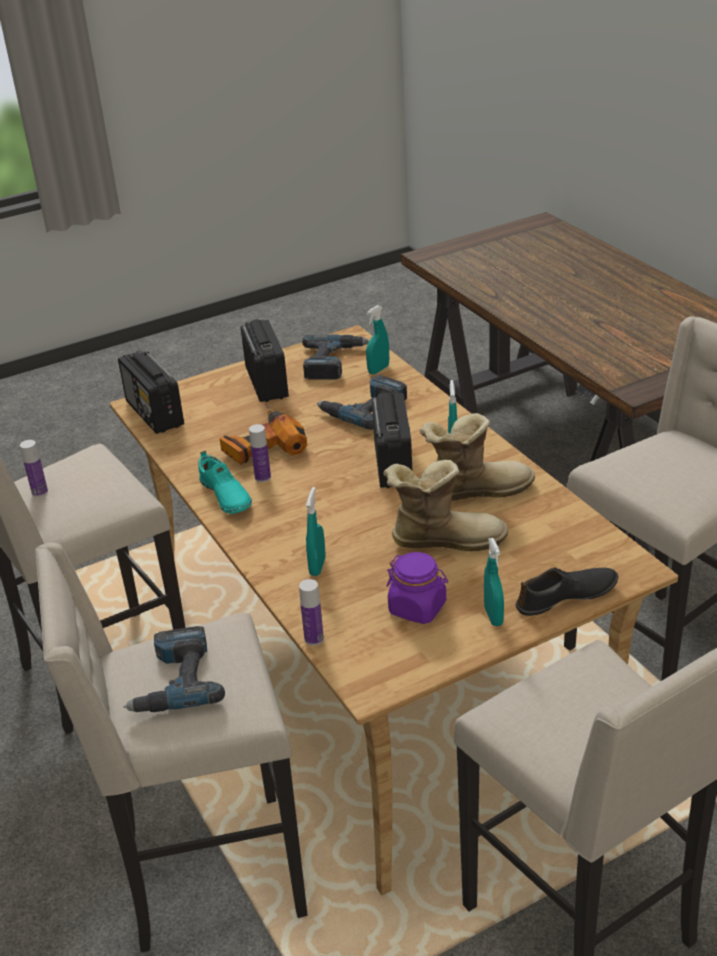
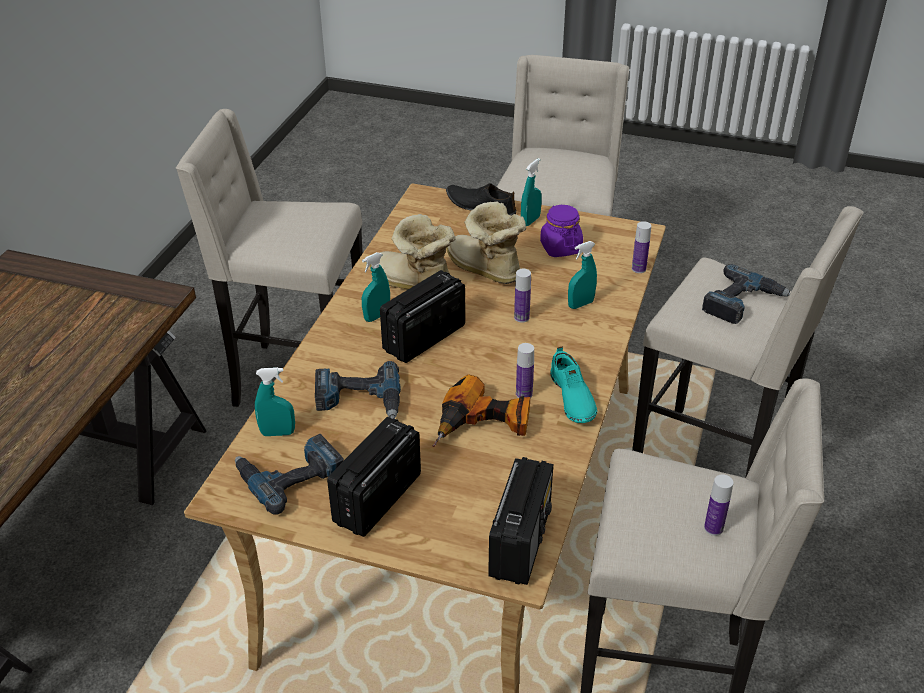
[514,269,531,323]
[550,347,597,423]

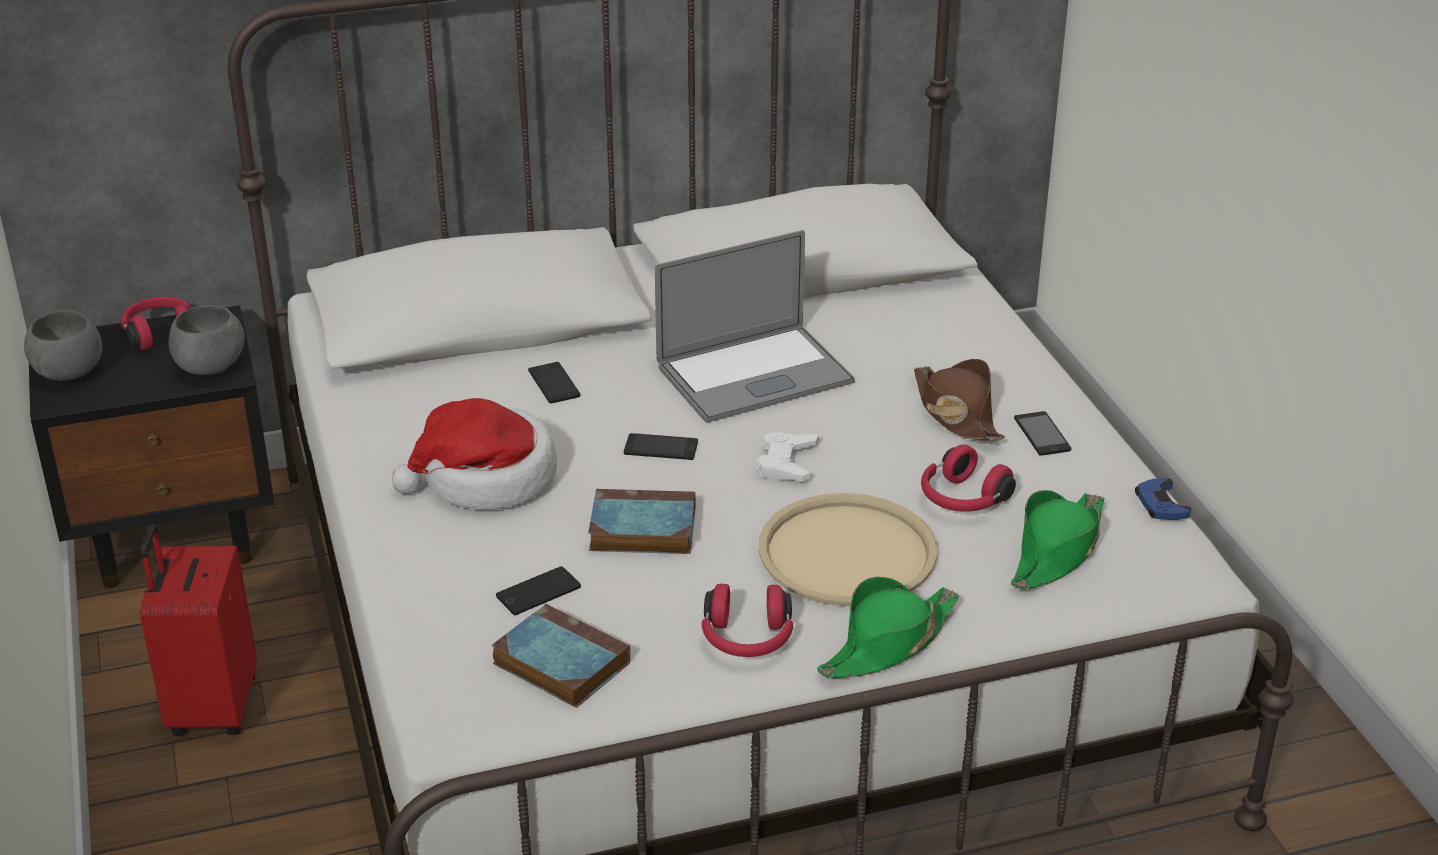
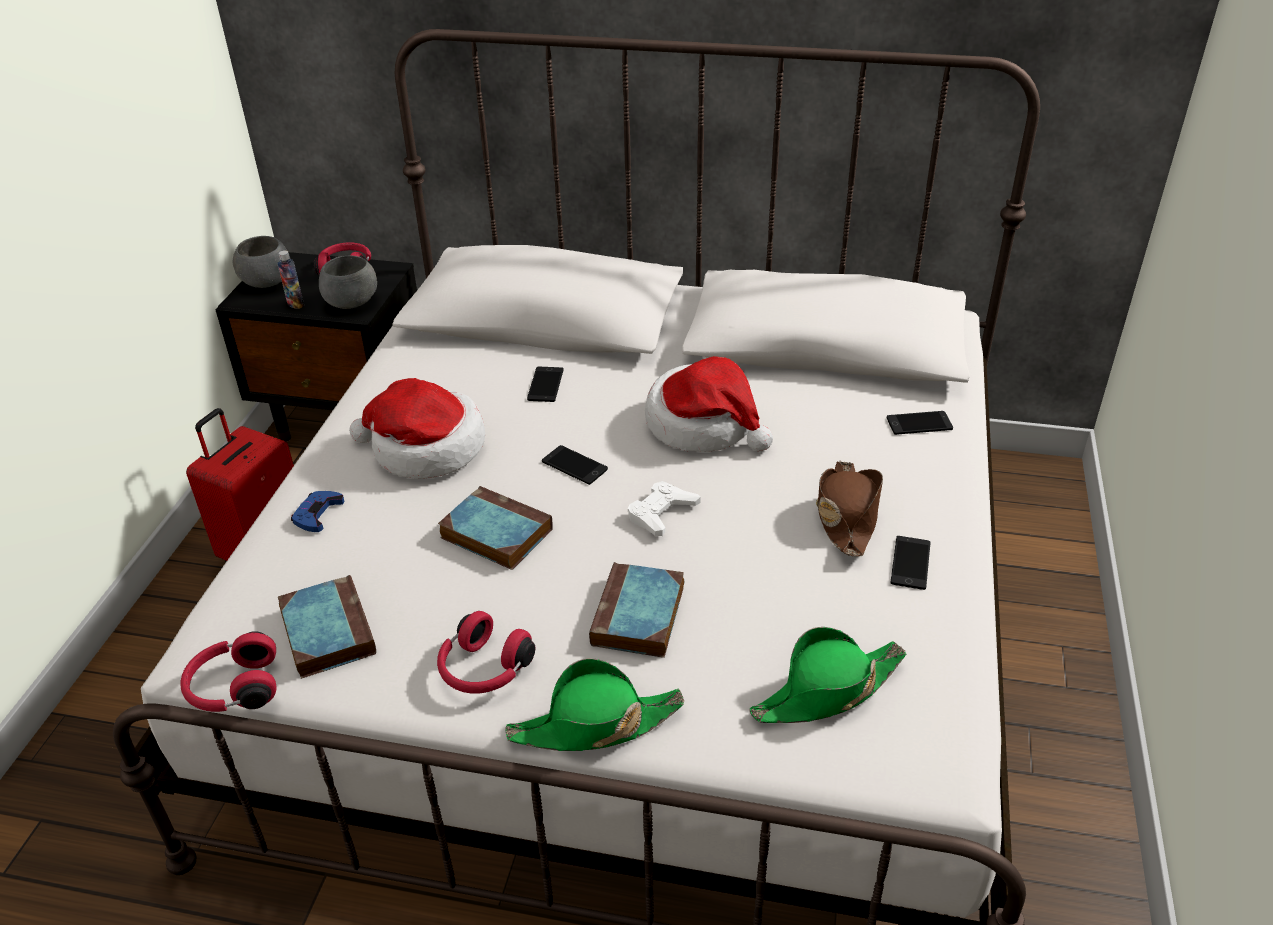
[277,250,304,309]
[887,411,953,435]
[180,631,276,712]
[291,491,344,532]
[645,356,773,452]
[589,562,684,658]

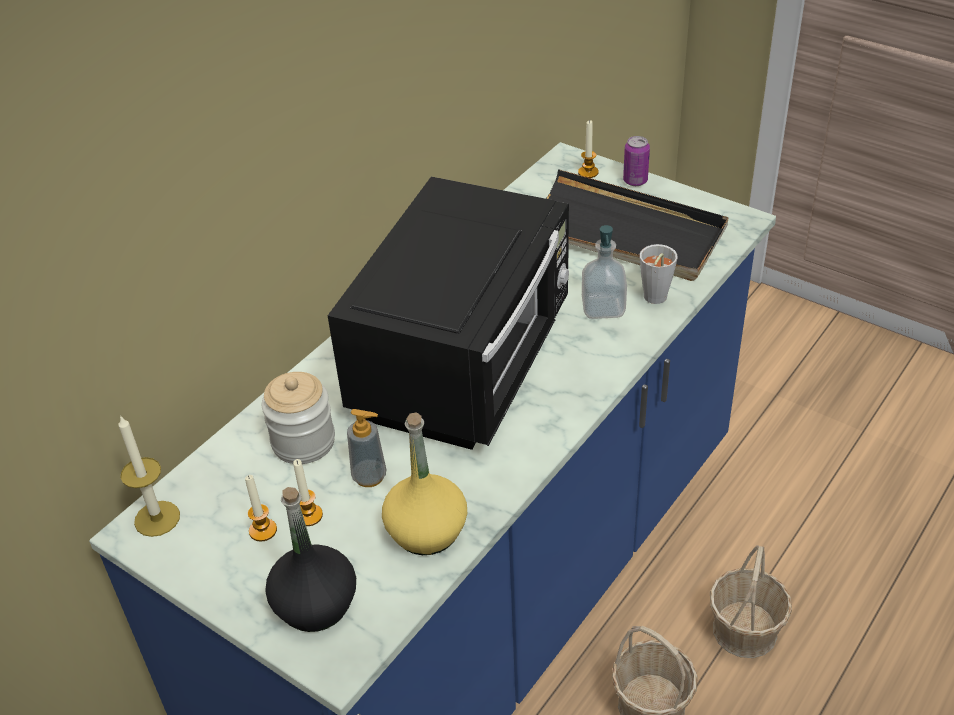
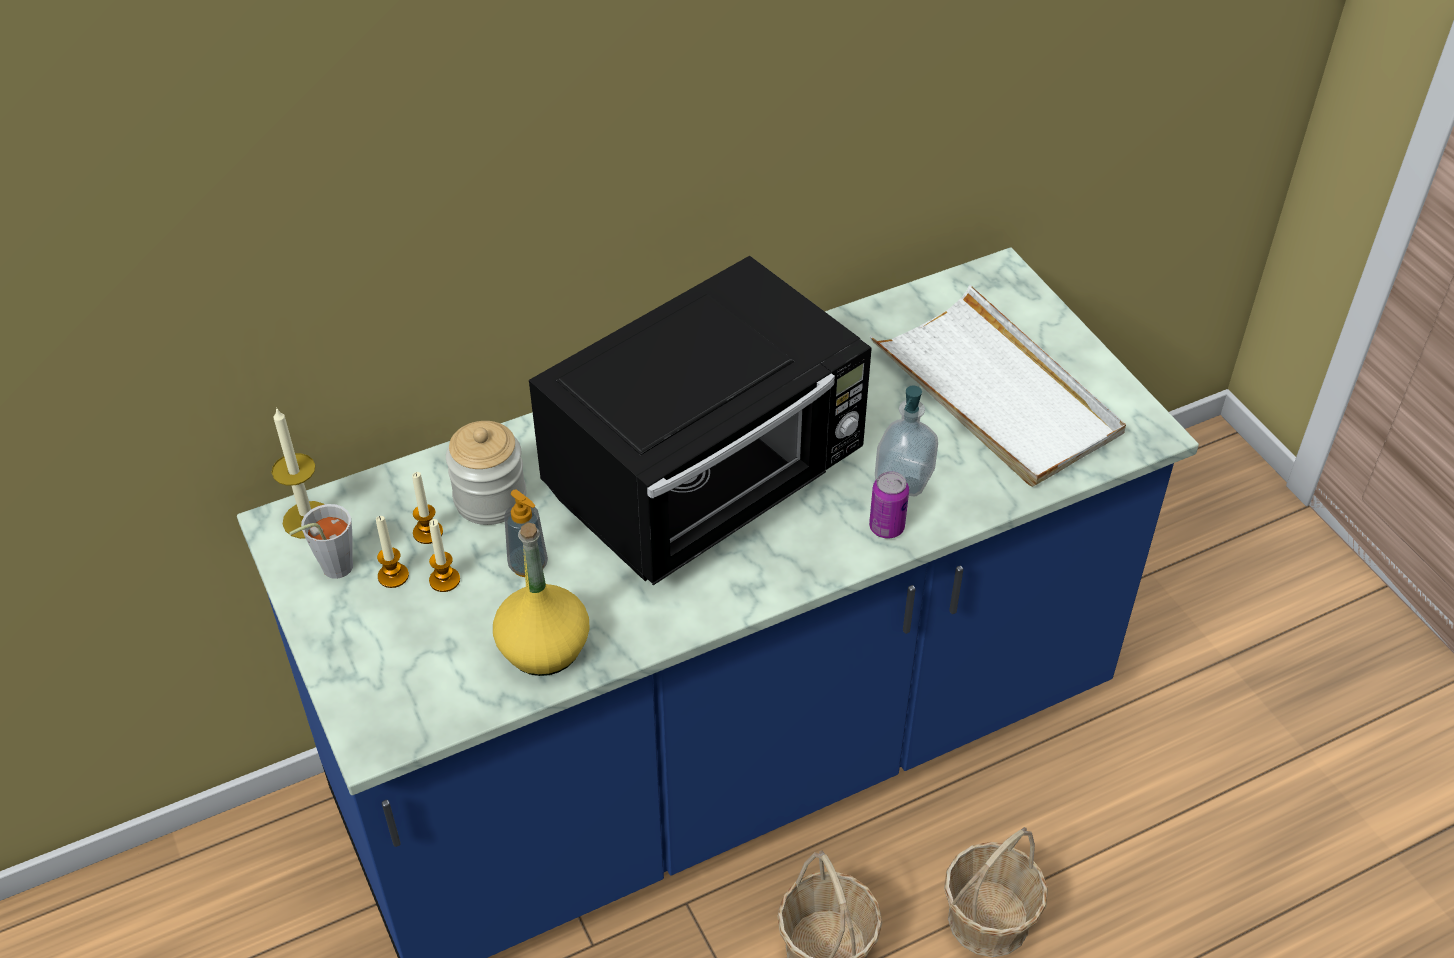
[265,487,356,632] (first image)
[412,472,443,544]
[869,471,909,538]
[289,504,353,579]
[870,285,1126,487]

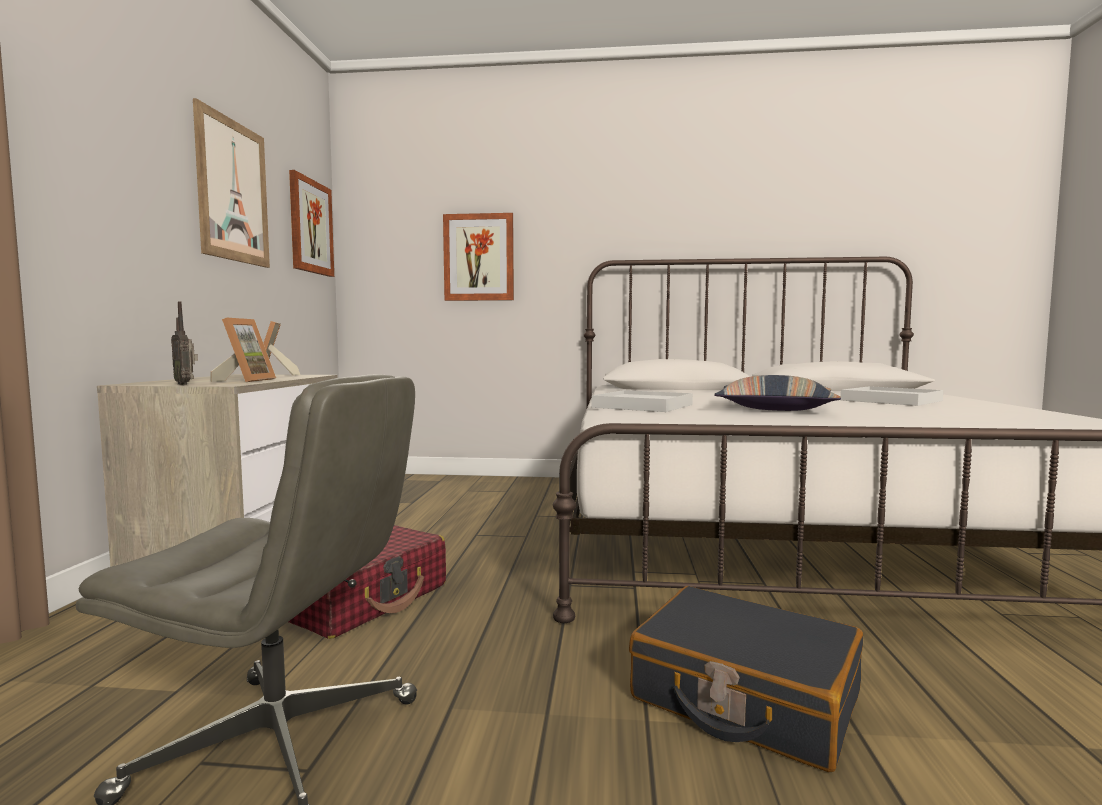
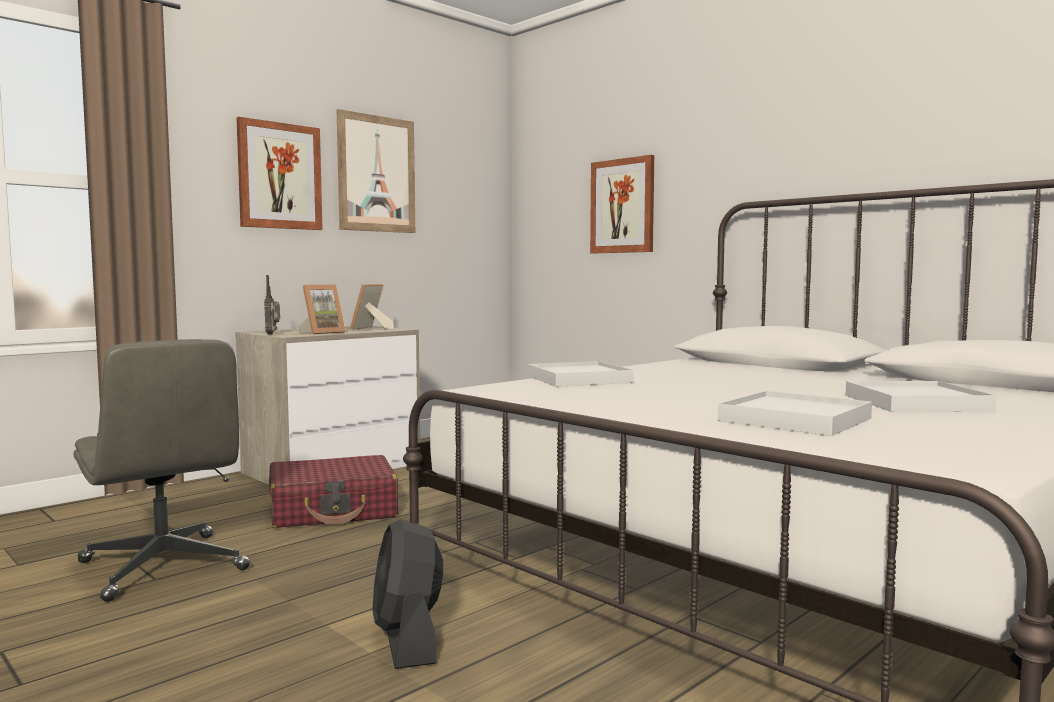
[714,375,841,411] (first image)
[718,391,872,436]
[236,117,322,230]
[372,519,443,669]

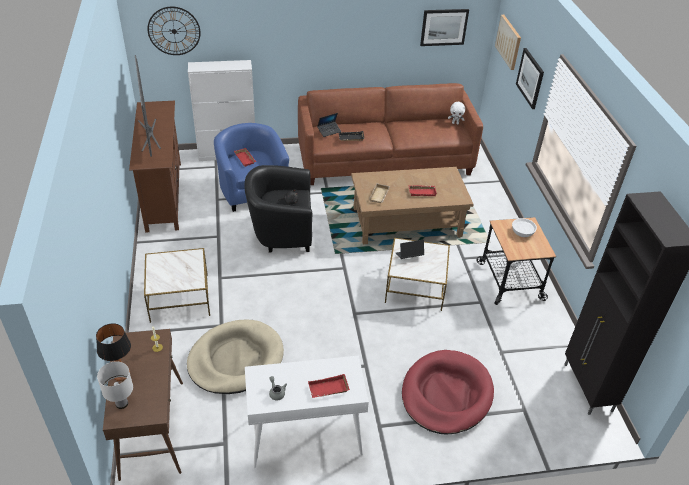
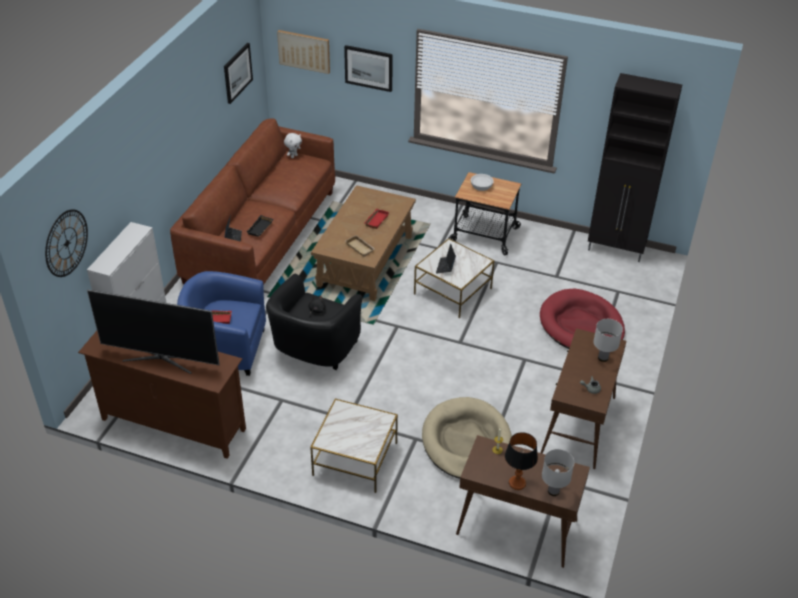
[593,319,623,362]
[540,328,626,469]

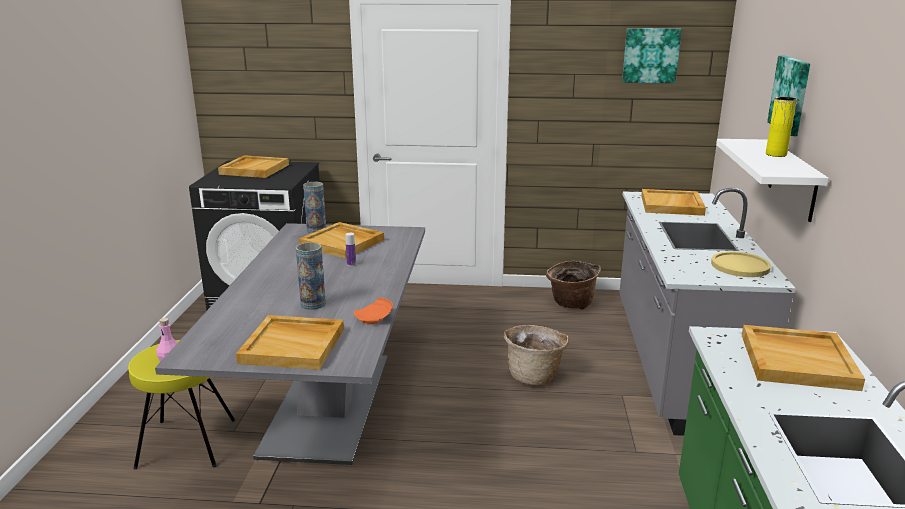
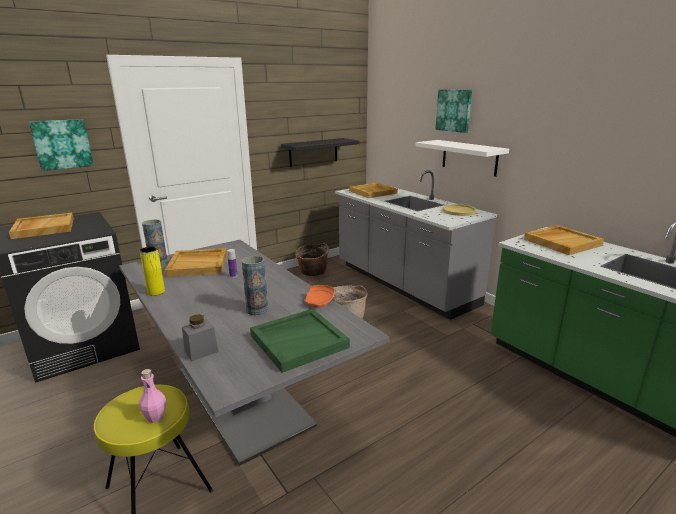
[182,314,218,361]
[281,138,360,167]
[29,119,94,171]
[140,246,165,296]
[250,309,350,373]

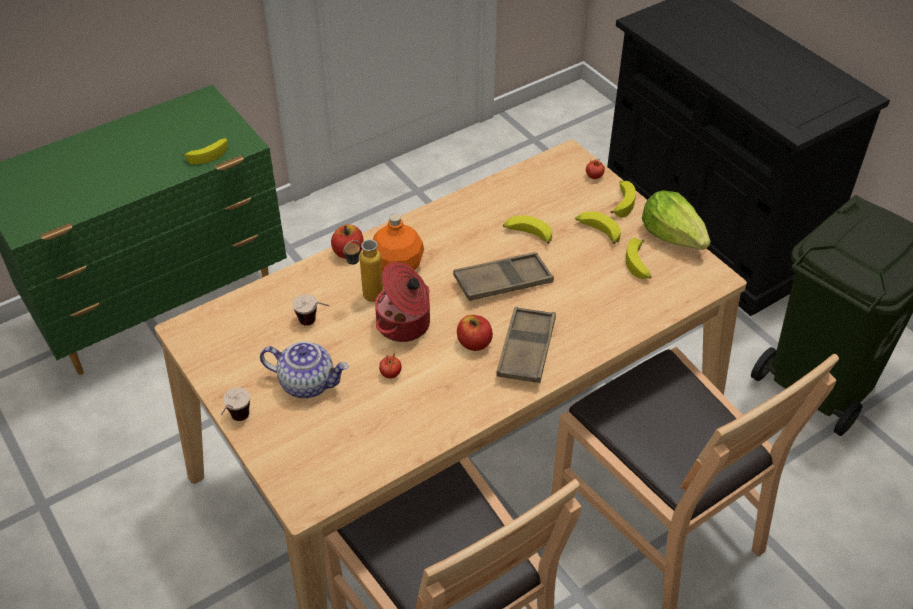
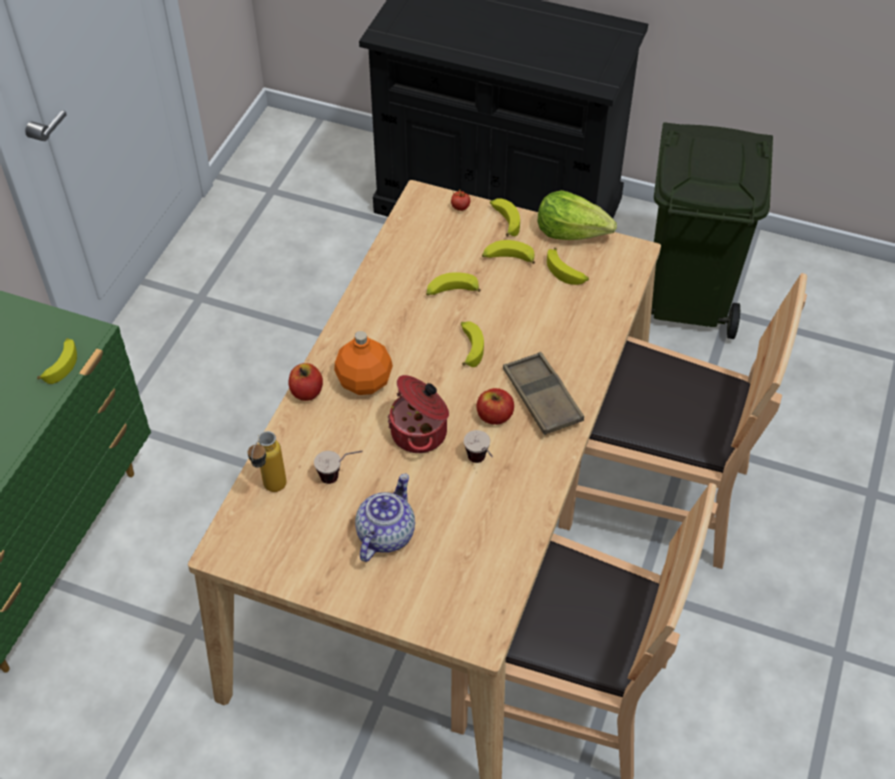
[379,351,402,379] (first image)
[464,430,493,463]
[248,431,286,492]
[461,321,484,367]
[355,473,415,562]

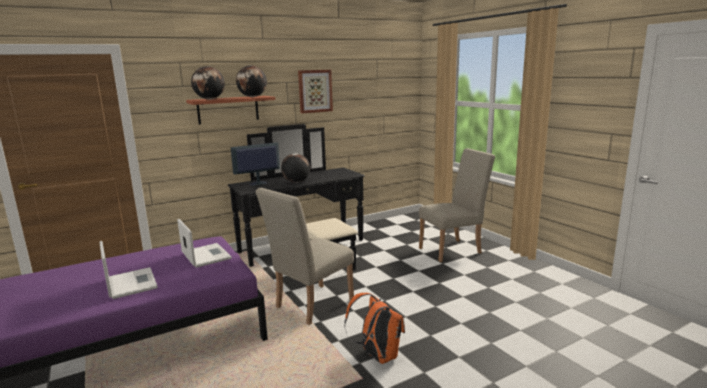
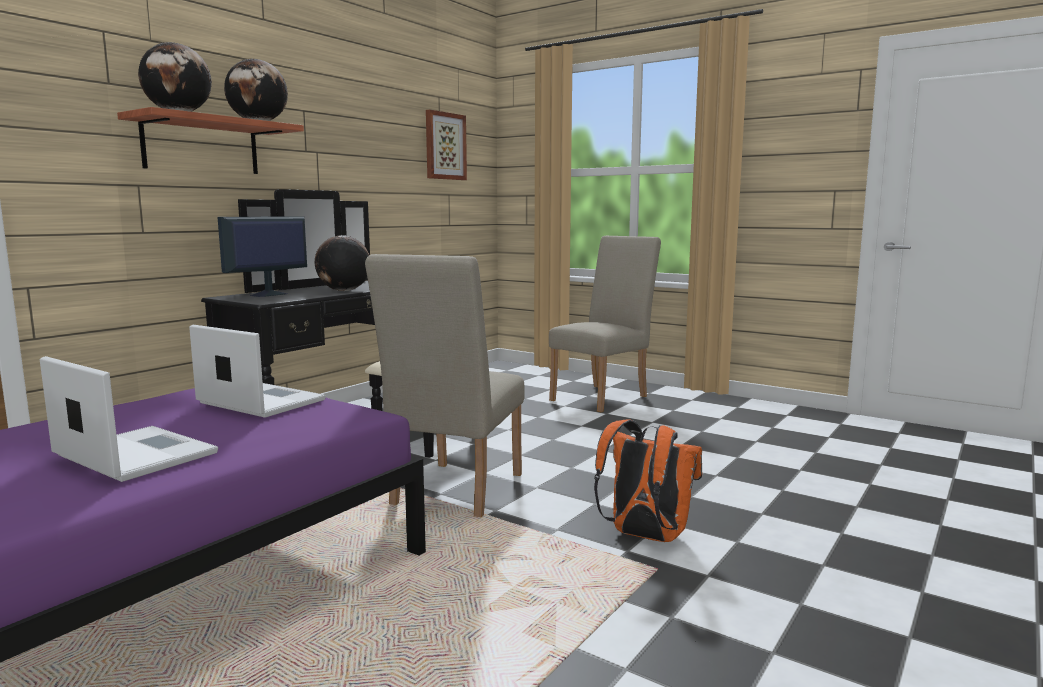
[426,110,467,180]

